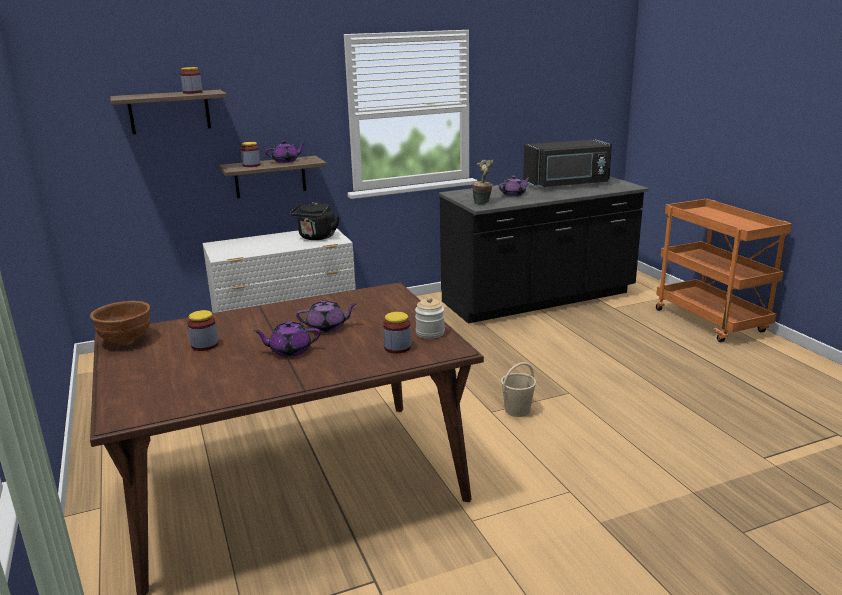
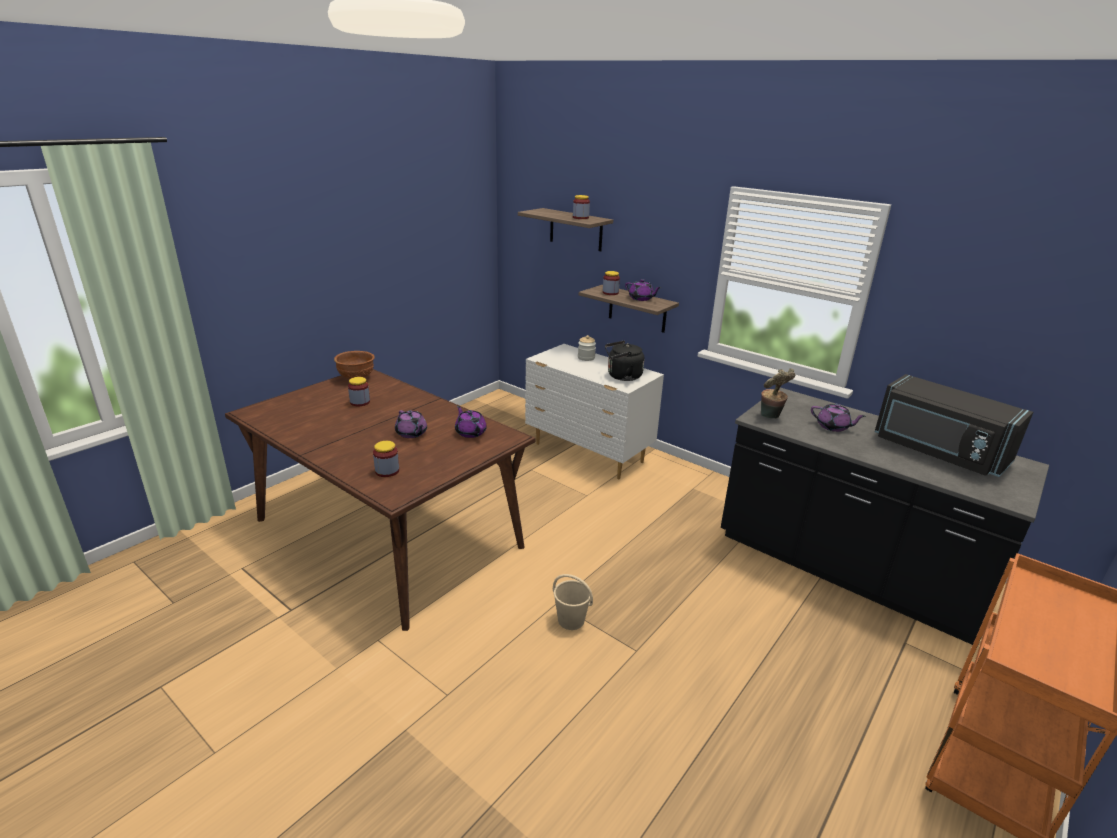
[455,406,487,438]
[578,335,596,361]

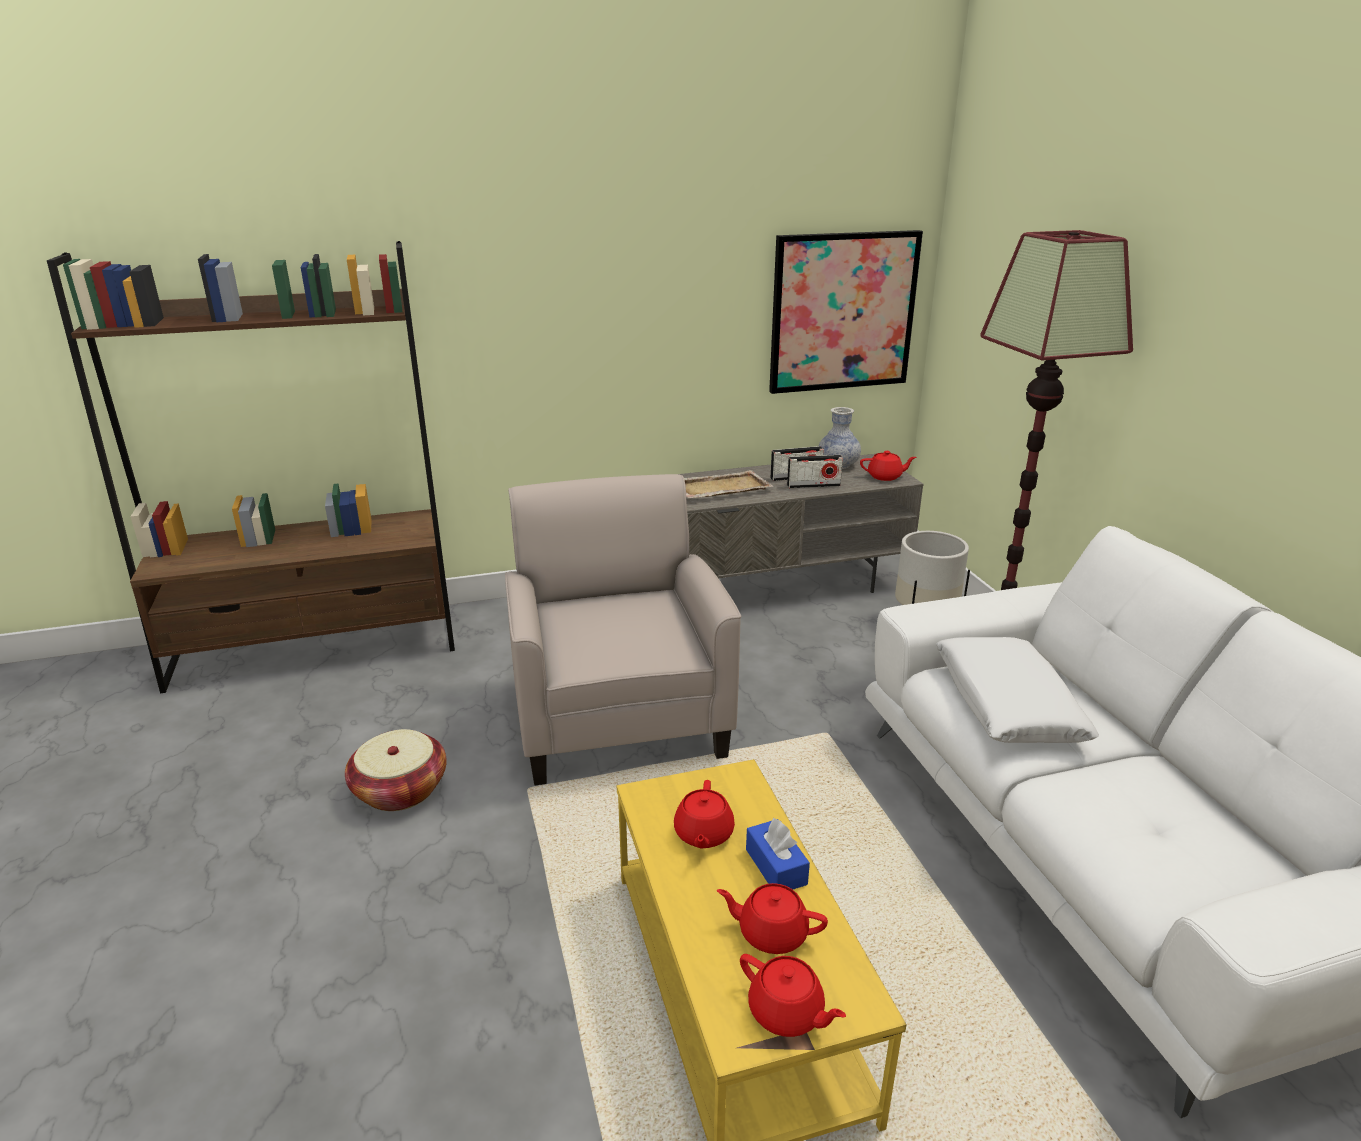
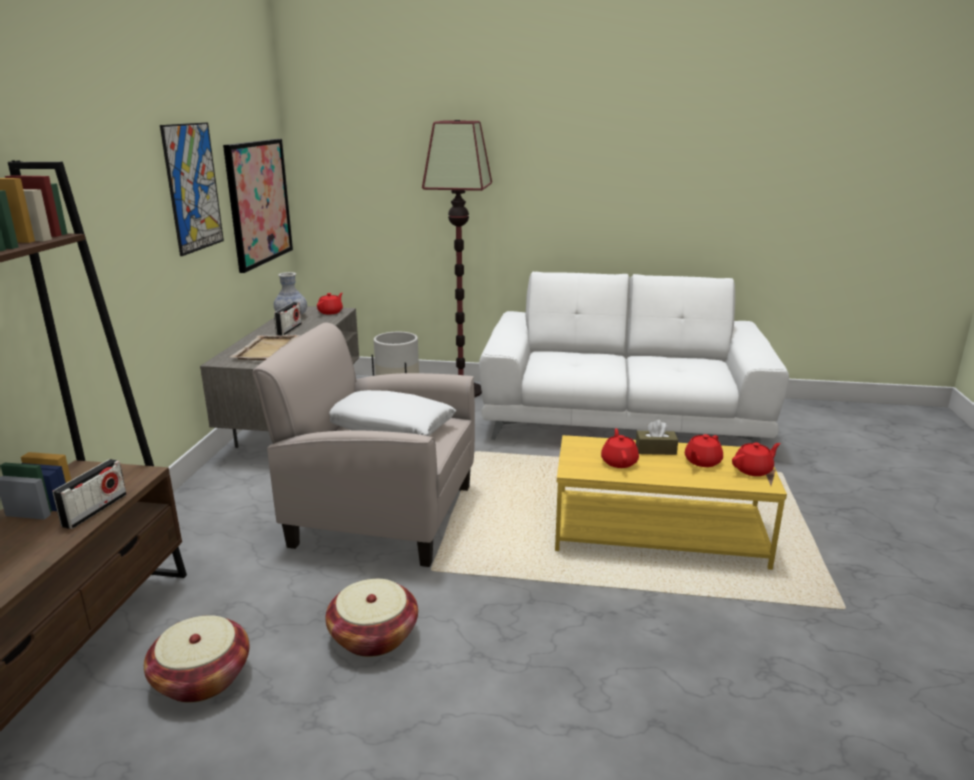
[144,615,250,703]
[160,122,224,256]
[52,459,127,529]
[329,390,456,436]
[636,420,678,455]
[601,428,639,468]

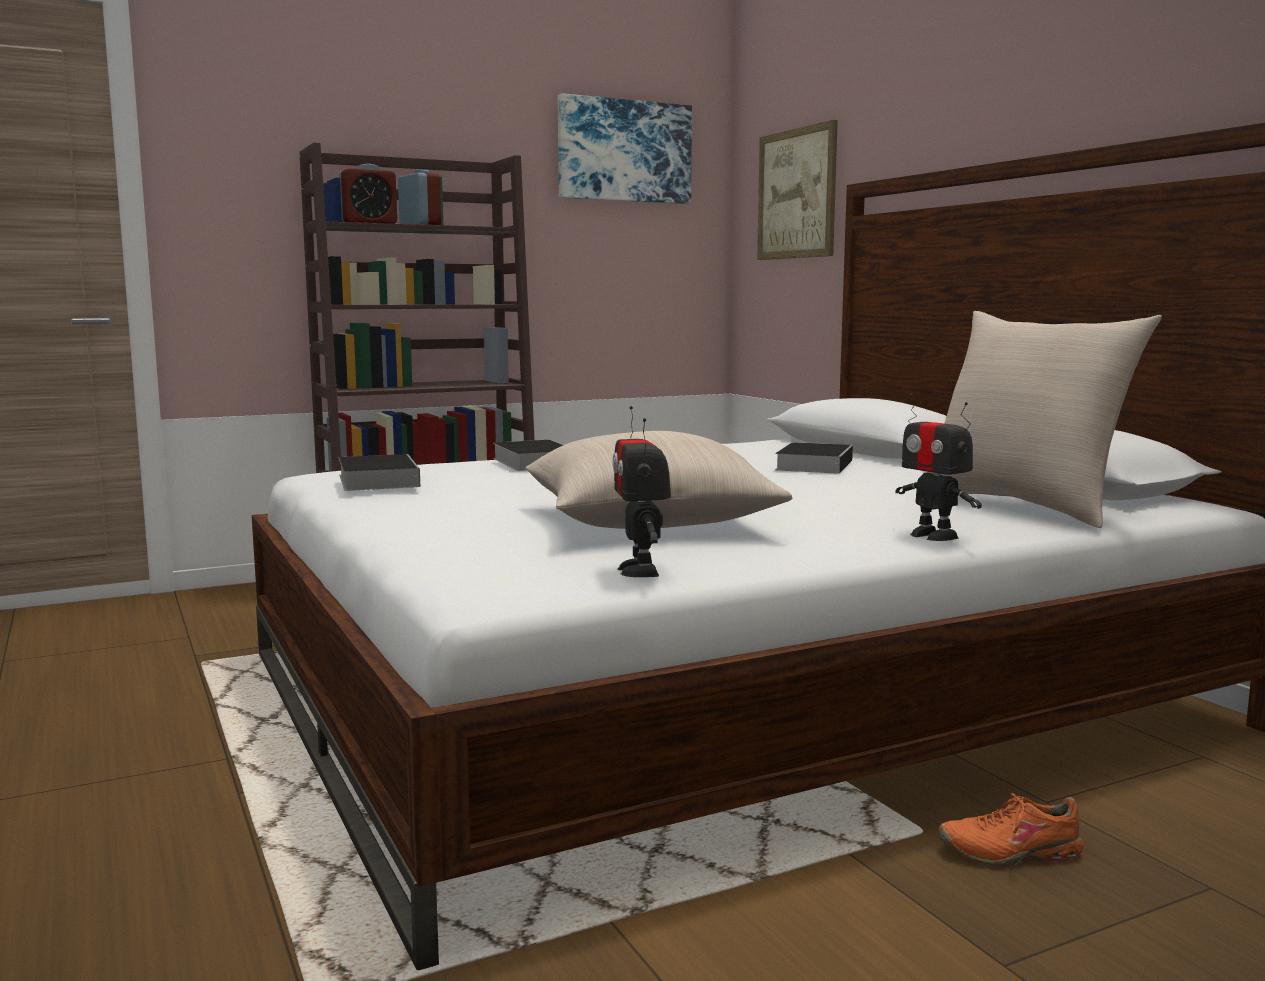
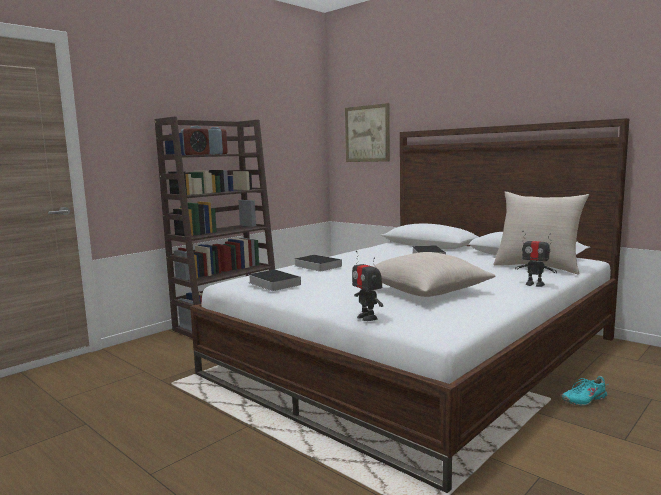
[558,93,692,204] (first image)
[352,251,383,321]
[561,376,608,406]

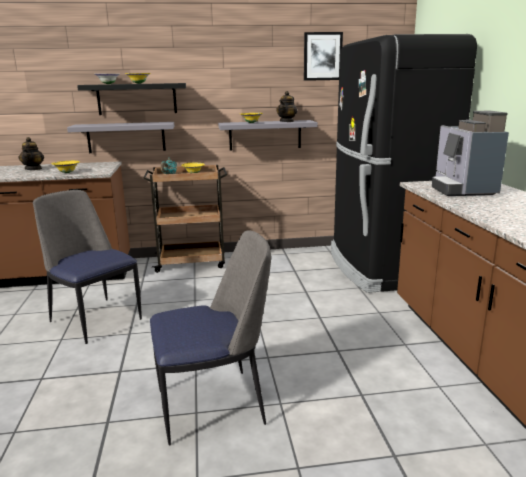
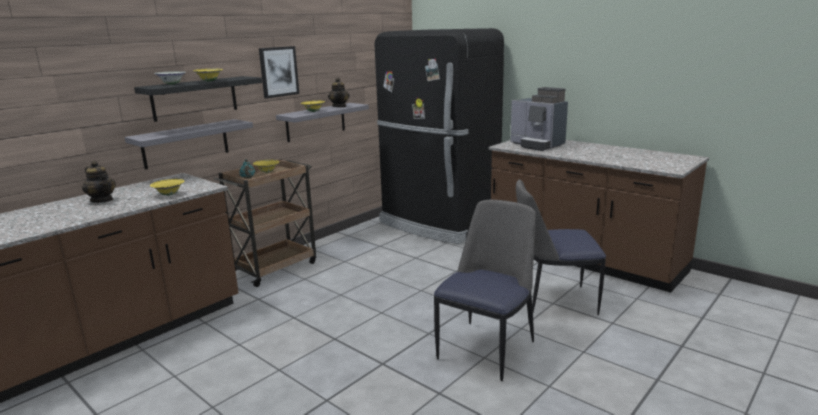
[516,179,606,315]
[259,46,299,98]

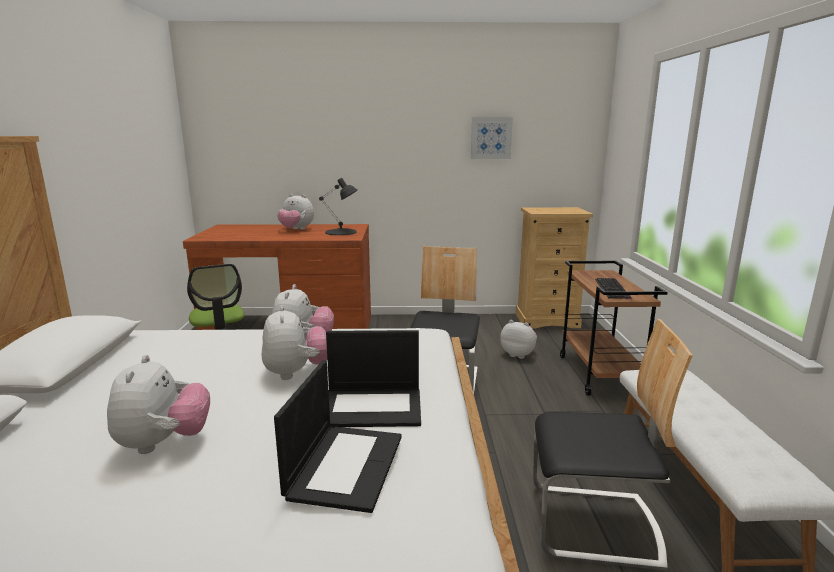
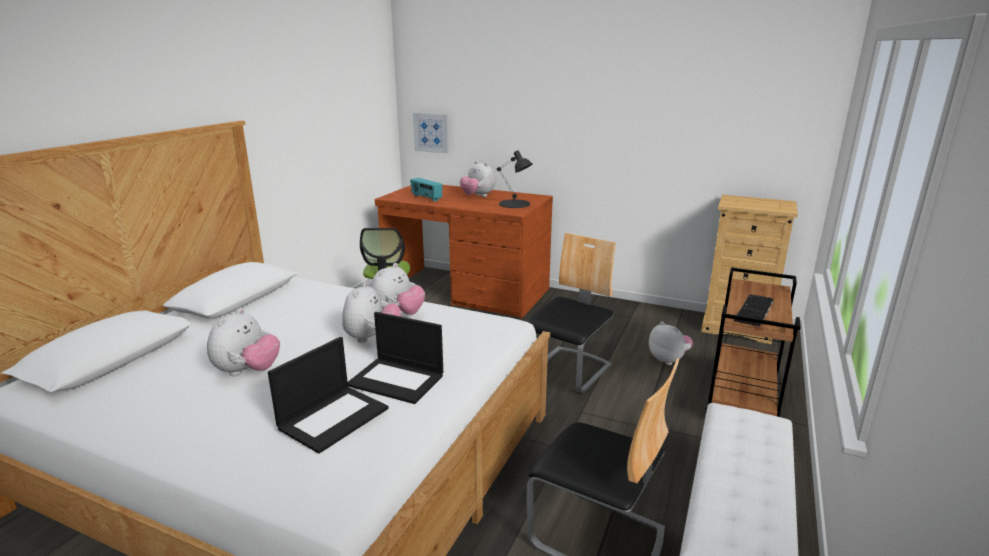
[410,178,443,201]
[413,113,449,154]

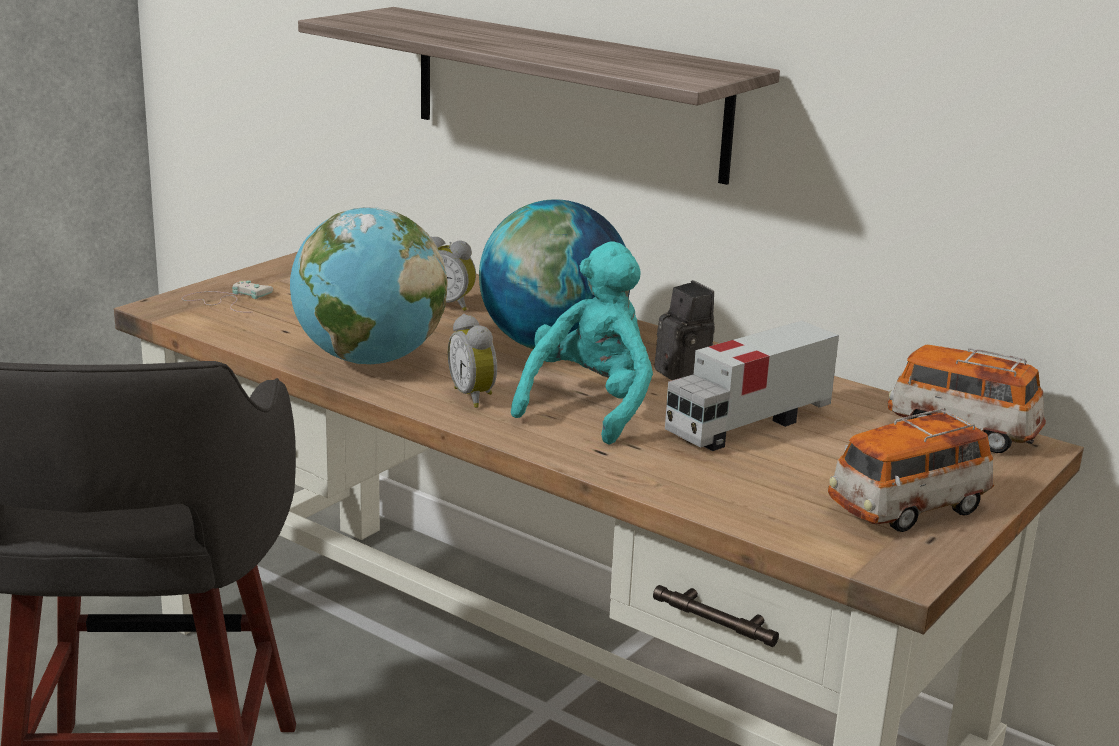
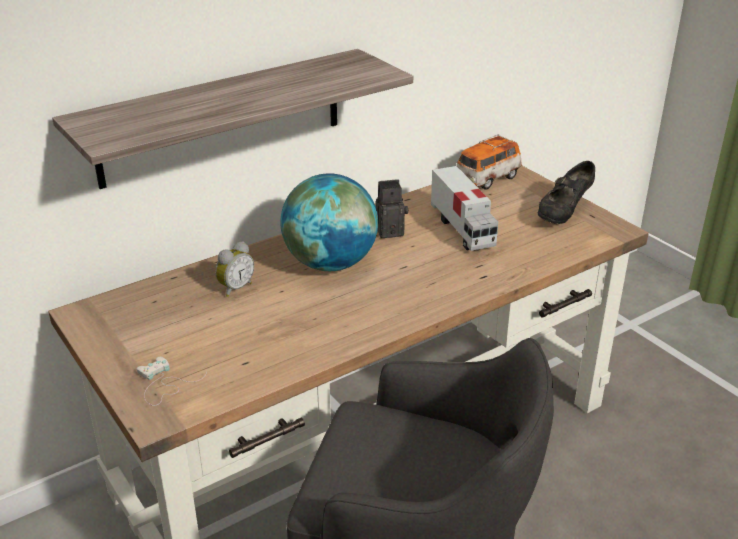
[290,207,448,364] (first image)
[448,314,497,408] (first image)
[511,241,653,444] (first image)
[537,161,595,224]

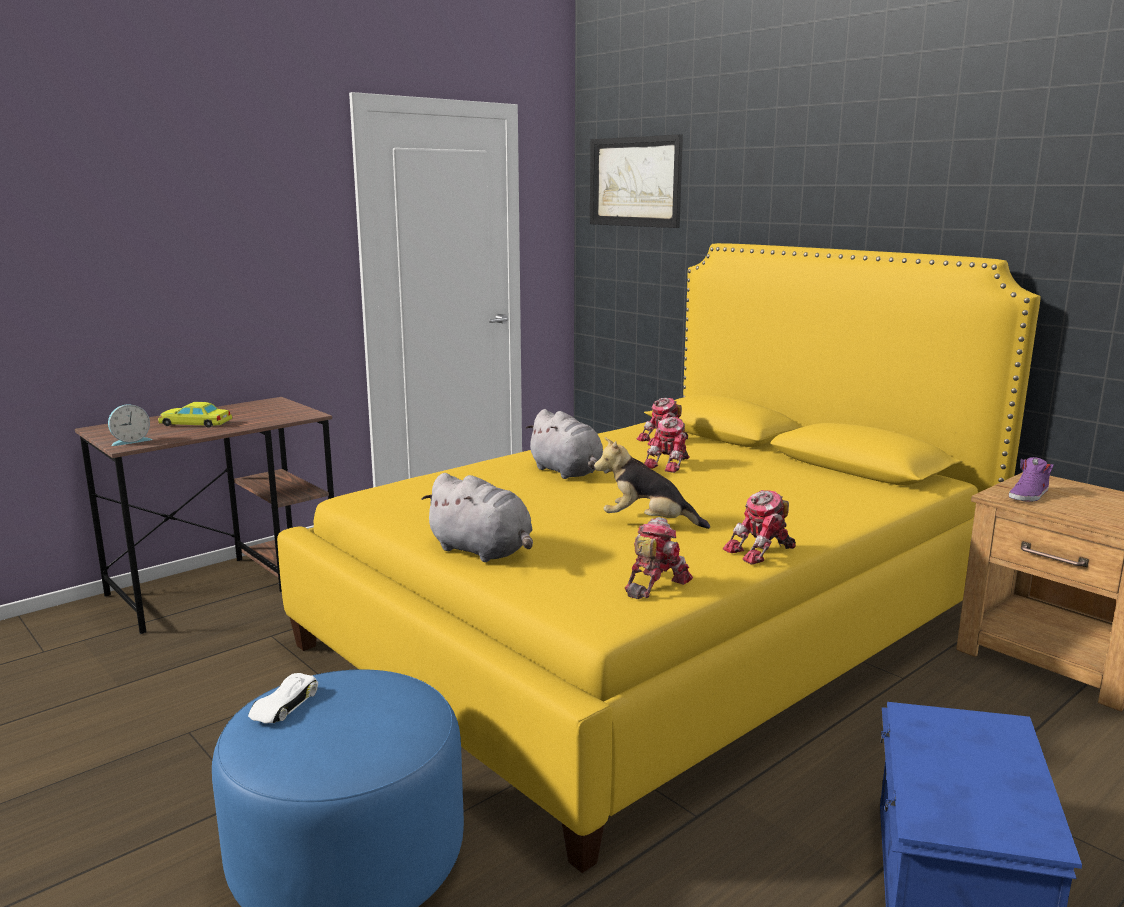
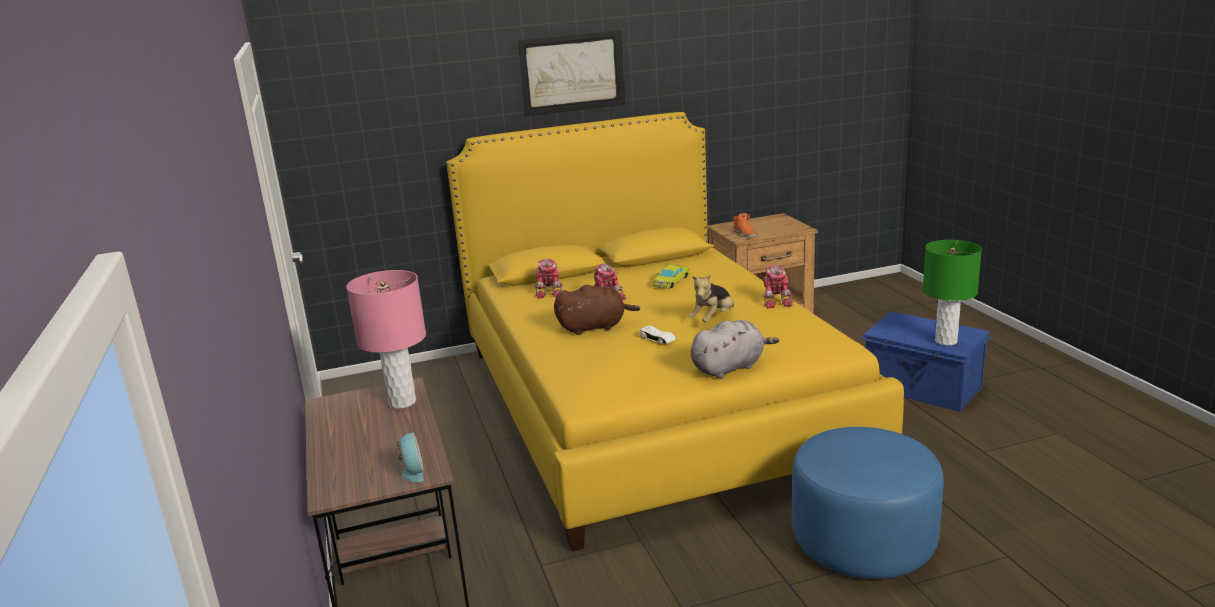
[625,517,693,599] (first image)
[346,270,426,409]
[923,240,982,345]
[652,265,690,289]
[639,326,676,344]
[517,30,625,116]
[554,285,640,335]
[733,213,756,237]

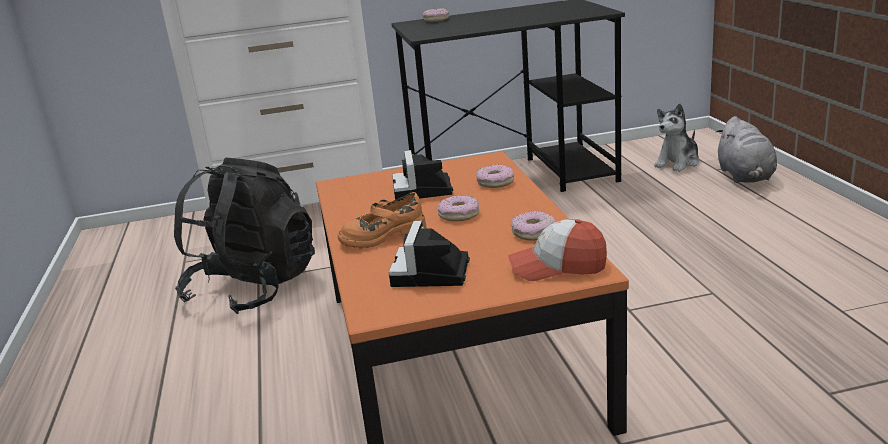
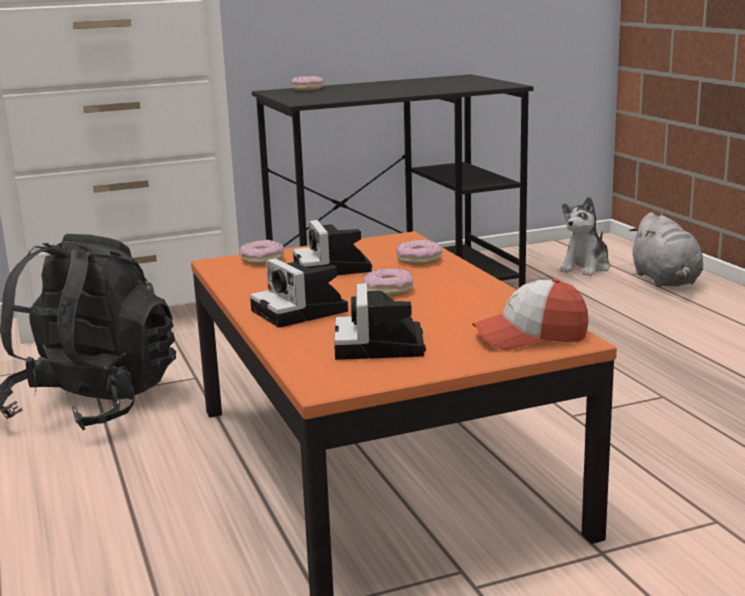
[239,240,284,265]
[250,258,348,328]

